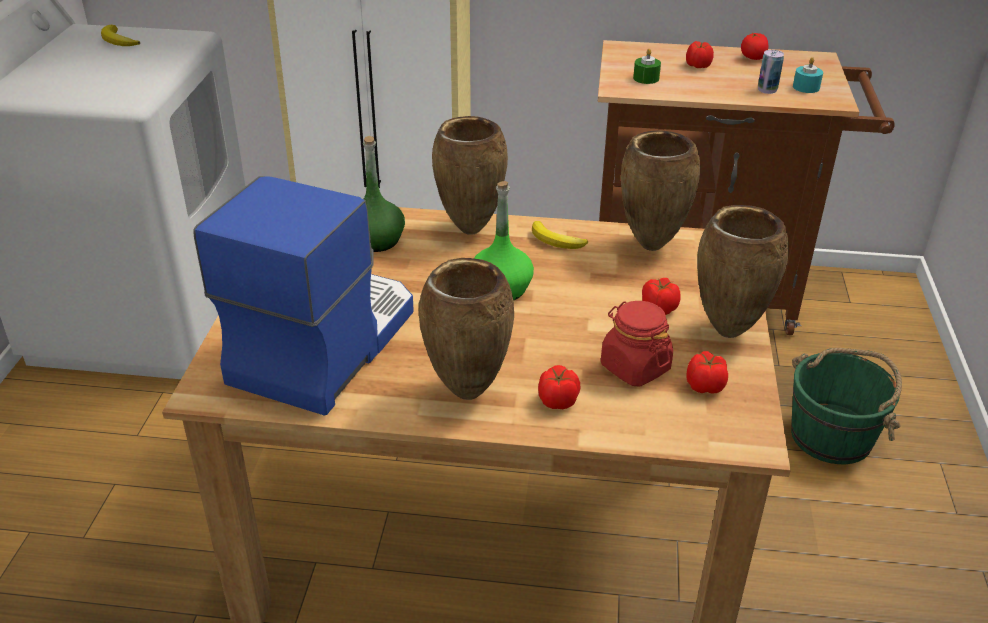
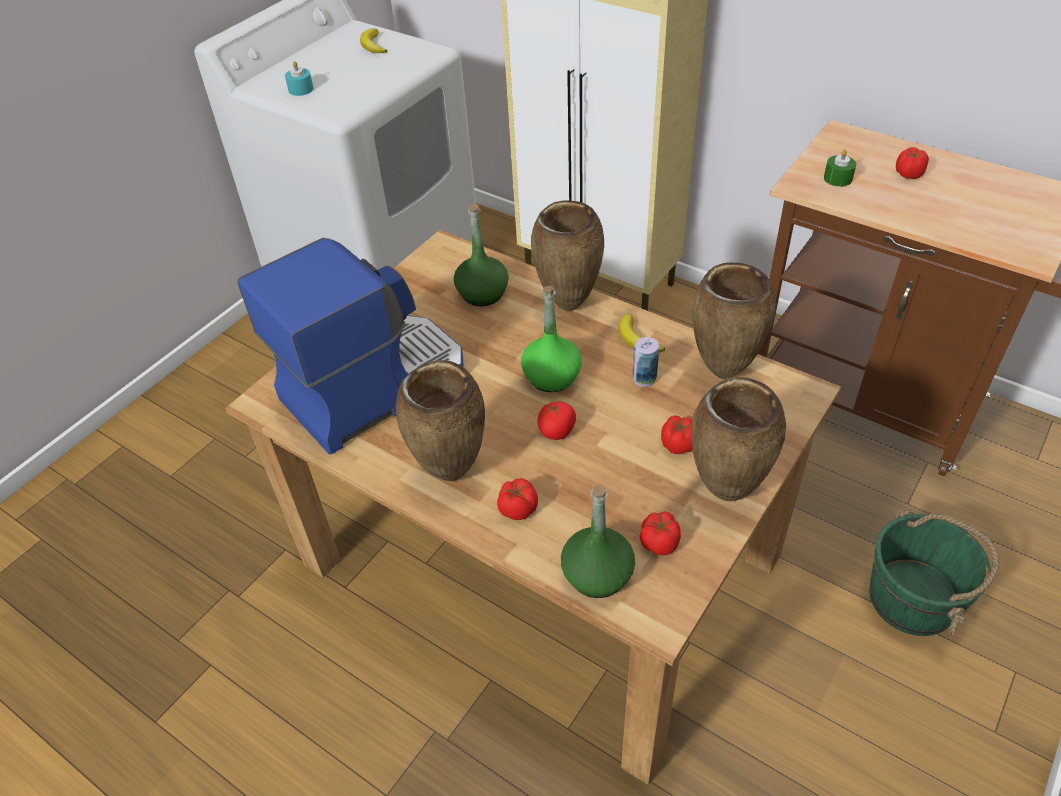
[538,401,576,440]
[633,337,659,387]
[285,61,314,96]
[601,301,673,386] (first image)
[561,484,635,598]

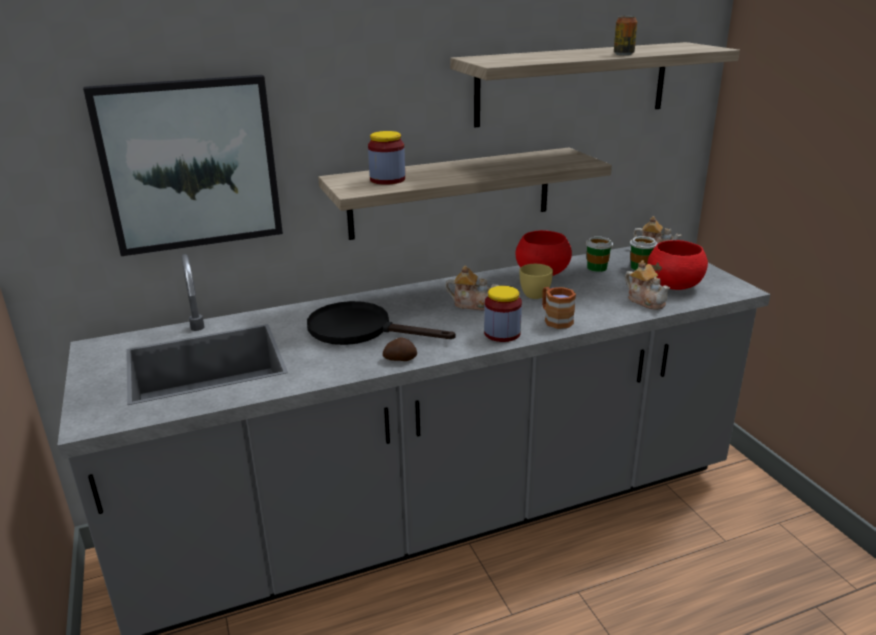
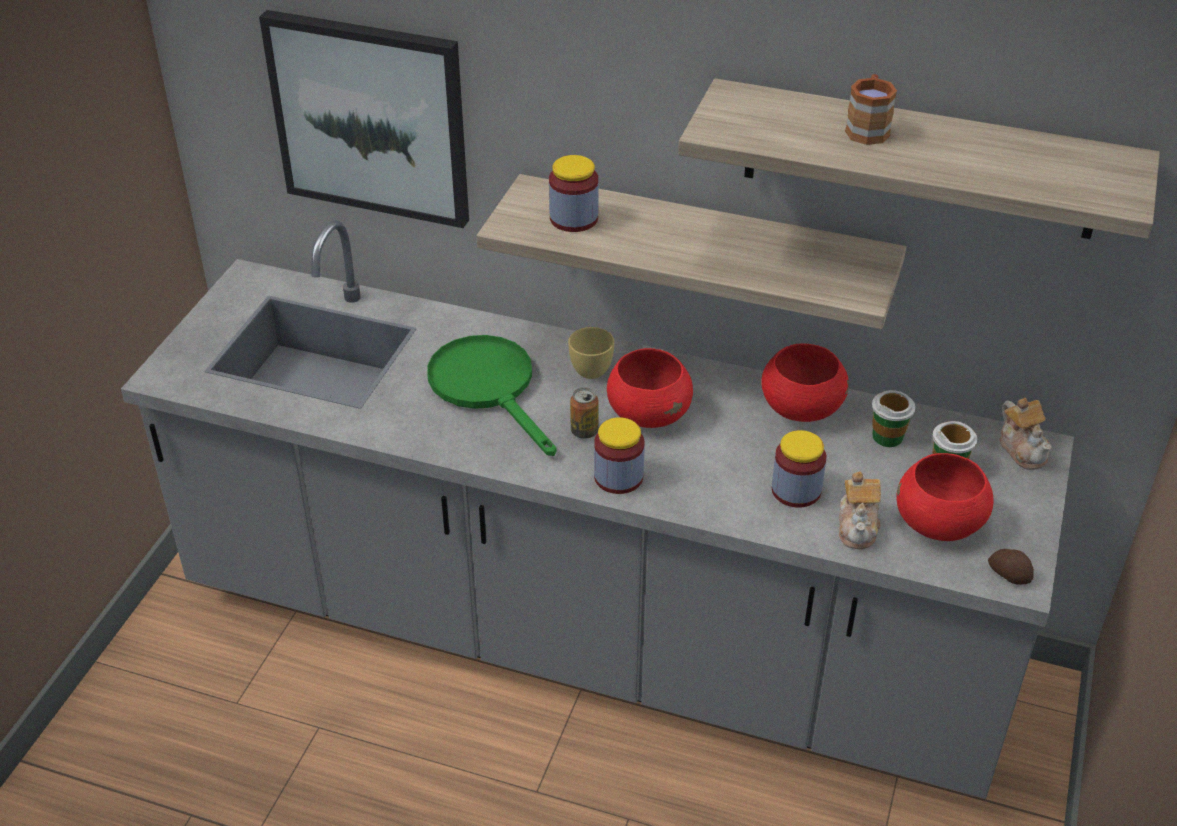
[570,388,599,439]
[568,327,614,379]
[607,348,693,428]
[845,74,897,145]
[427,335,556,456]
[988,549,1034,585]
[772,430,826,508]

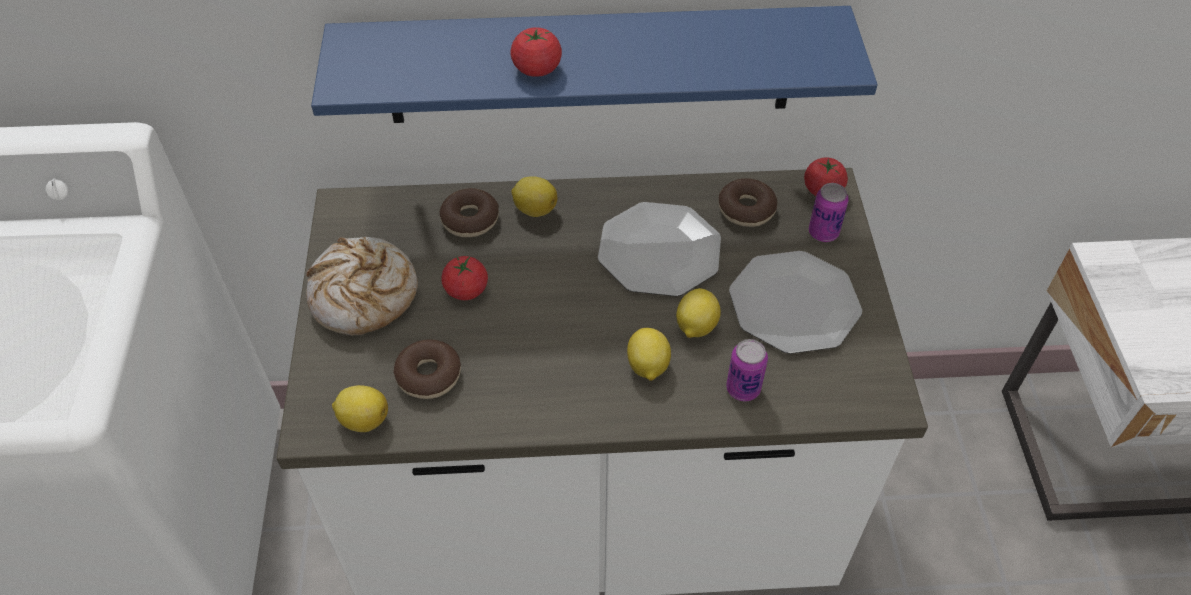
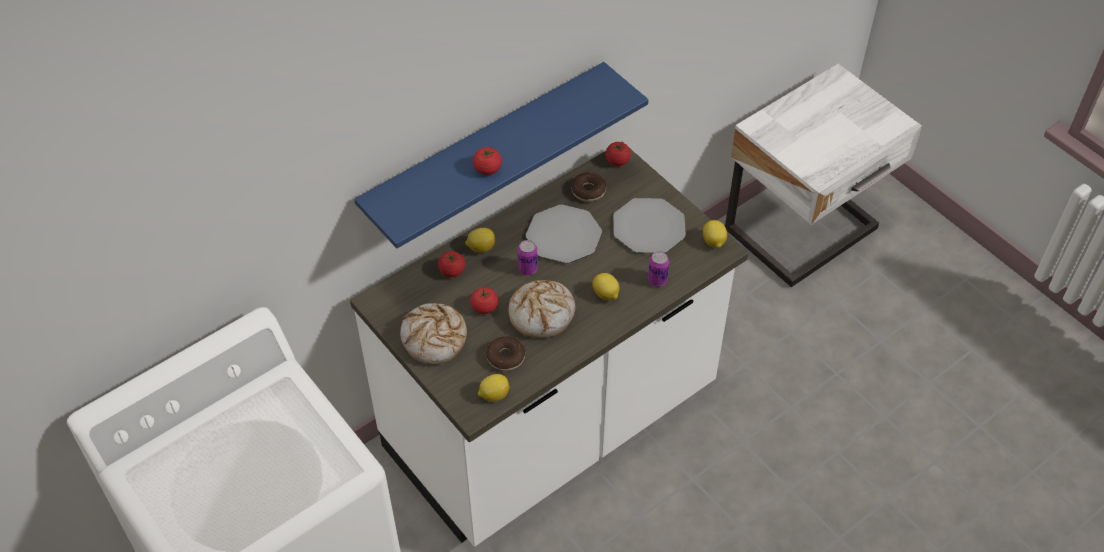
[518,240,538,275]
[438,251,465,277]
[703,220,727,248]
[508,280,575,338]

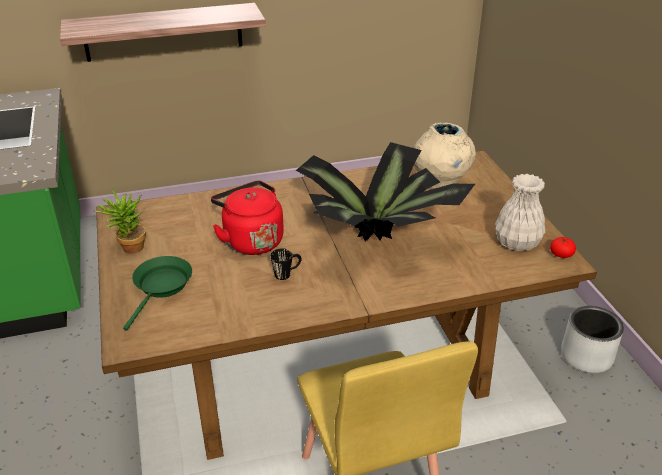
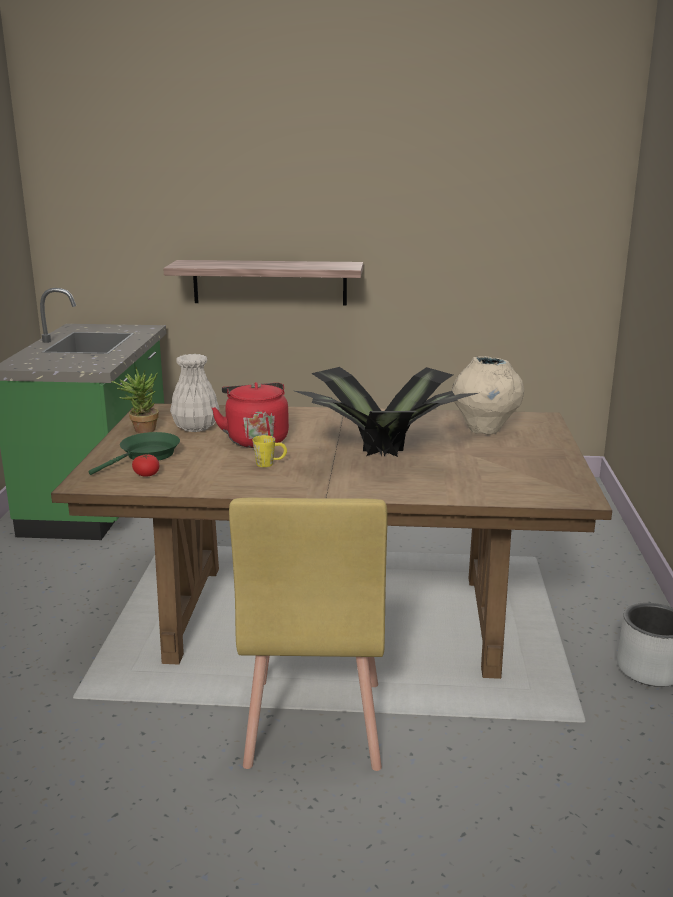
[170,354,220,432]
[132,454,159,477]
[253,435,287,467]

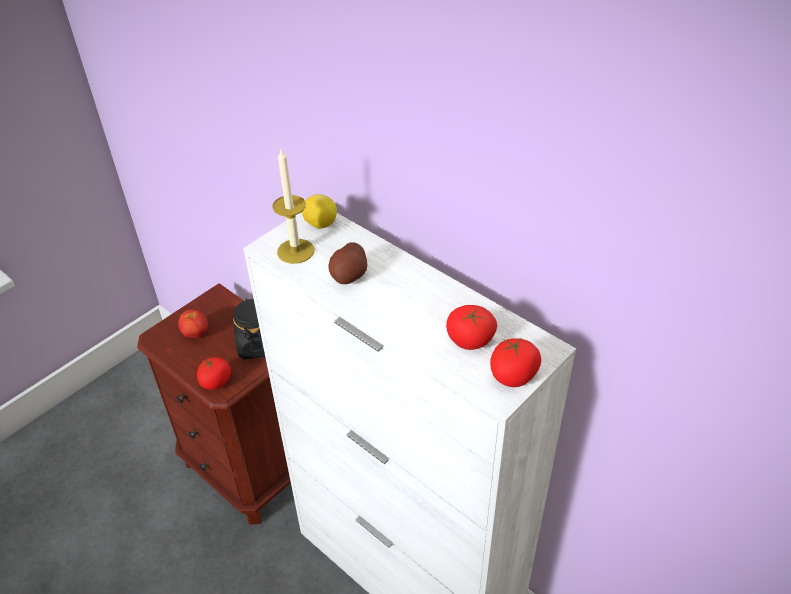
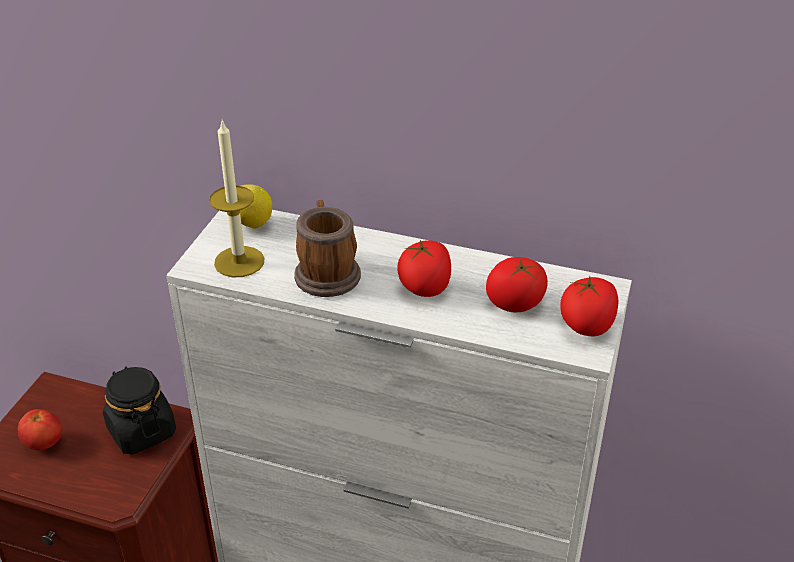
[294,200,361,297]
[397,240,451,297]

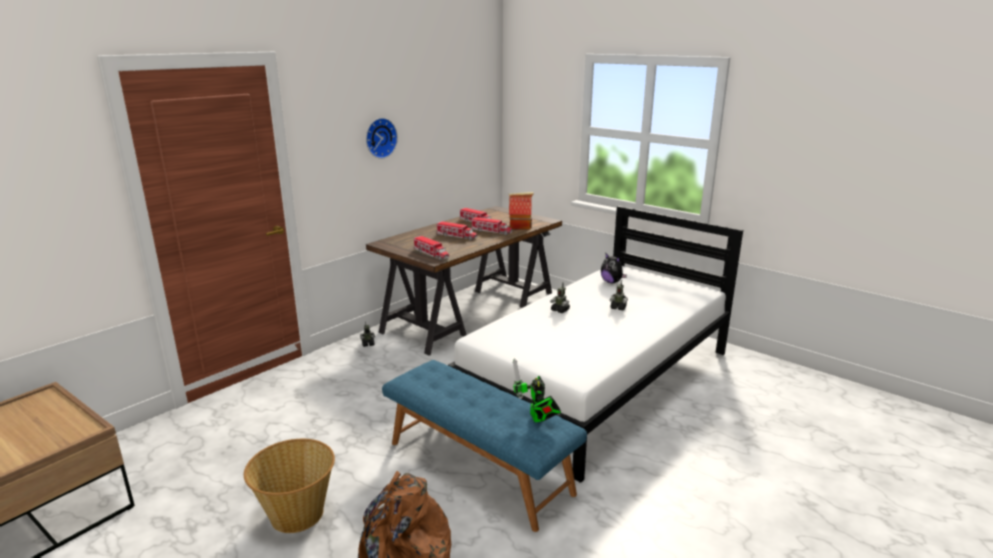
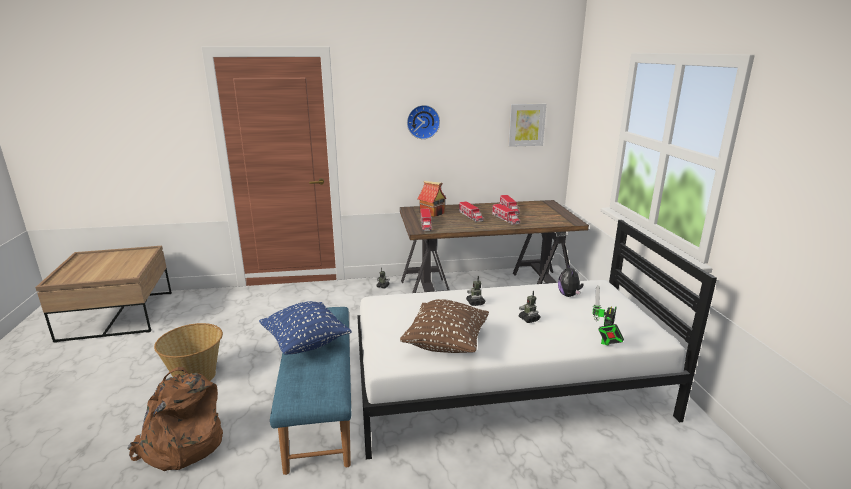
[418,181,447,217]
[592,286,624,346]
[508,104,546,147]
[400,299,489,353]
[259,301,352,355]

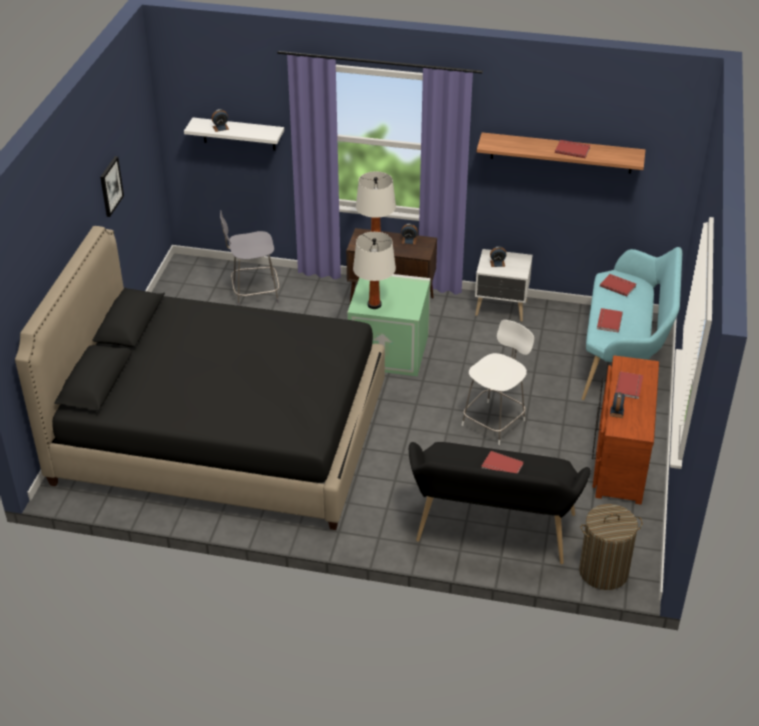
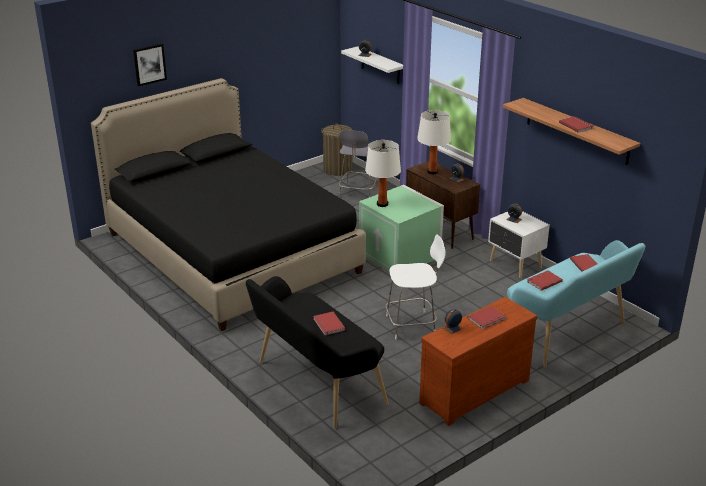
[133,44,167,86]
[339,130,378,197]
[321,124,352,176]

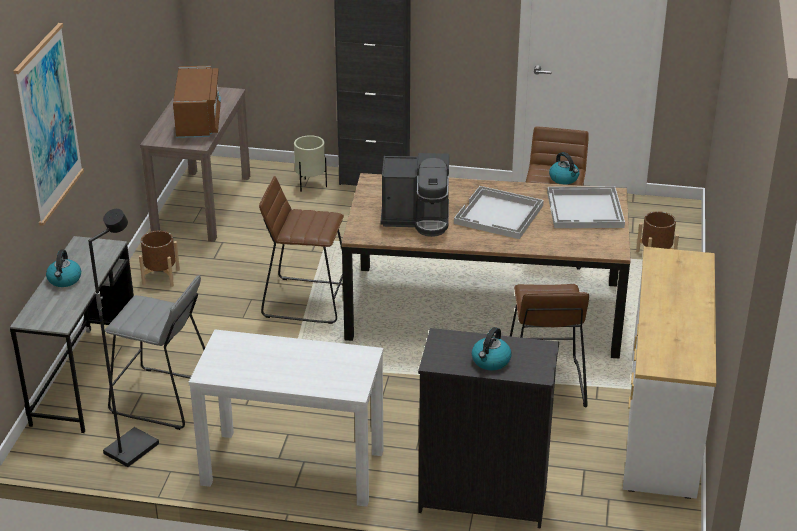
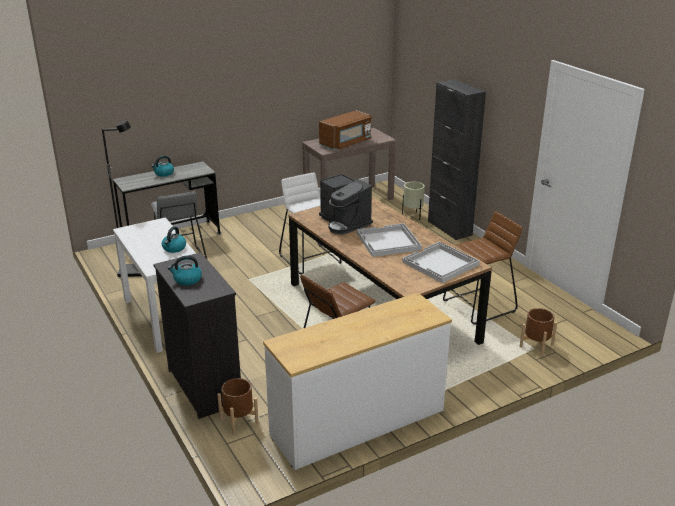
[13,23,84,226] (first image)
[162,226,186,253]
[279,172,341,275]
[217,378,259,434]

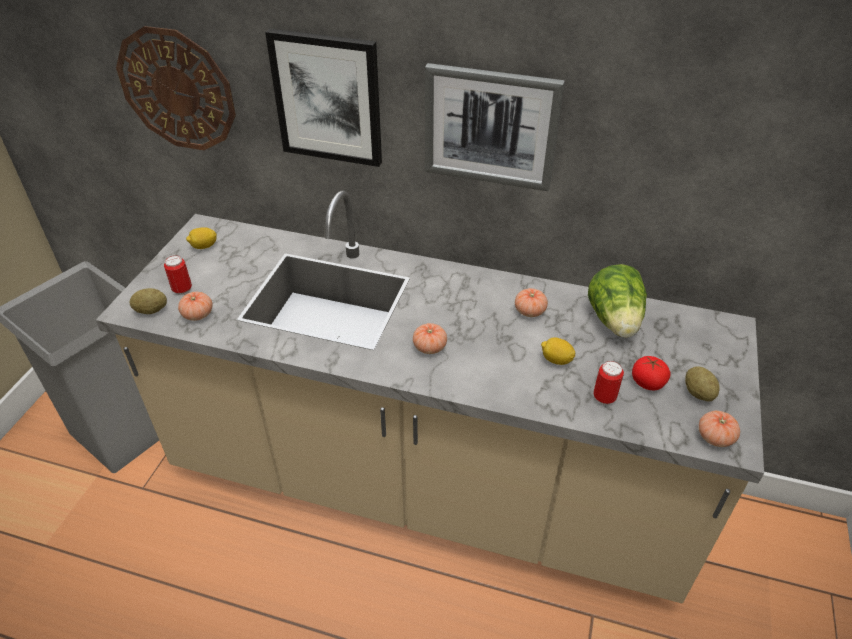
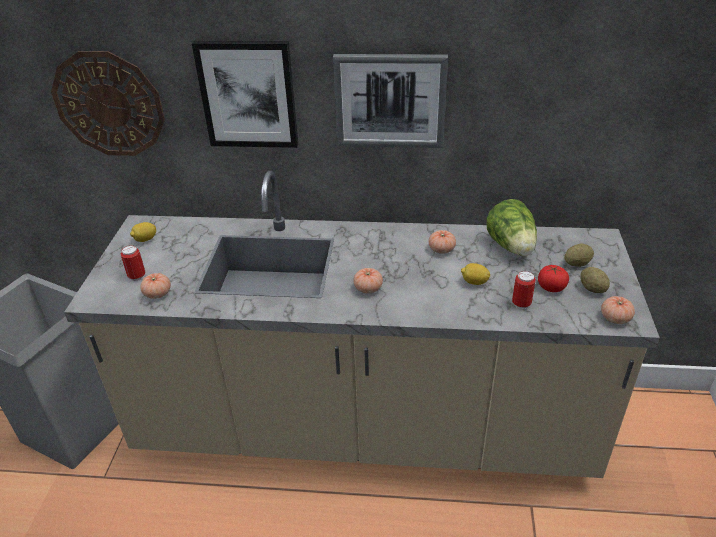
[564,244,594,267]

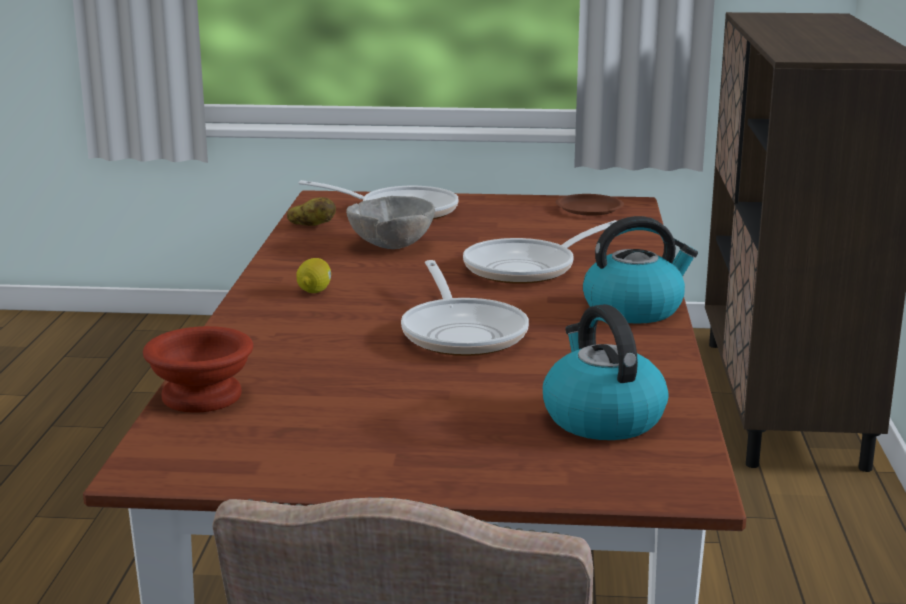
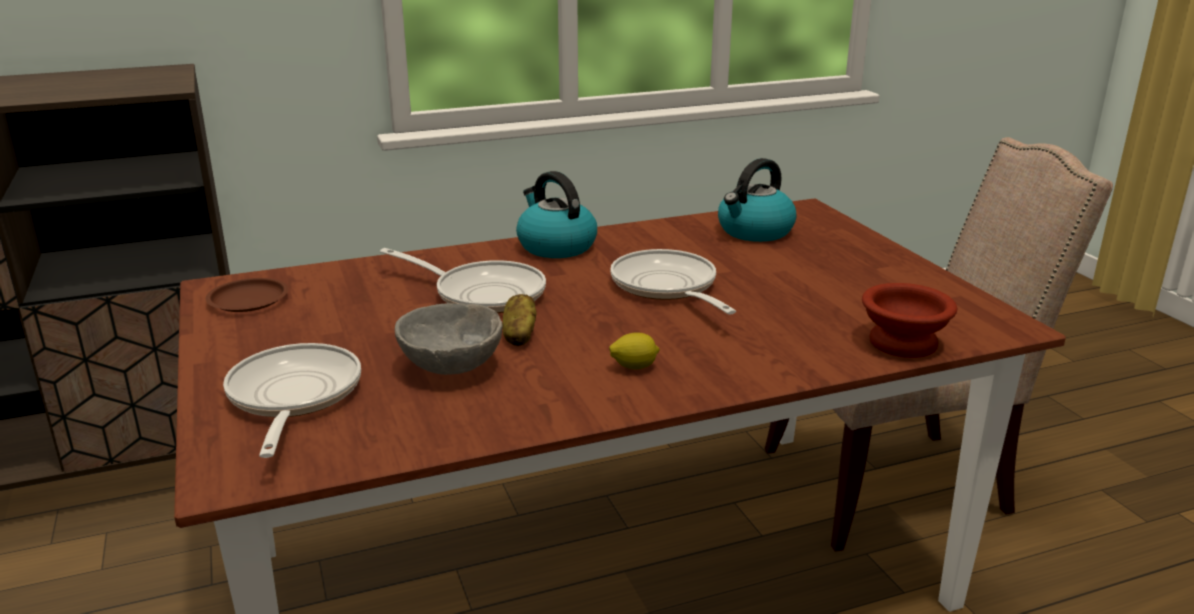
[502,294,537,346]
[610,249,736,315]

